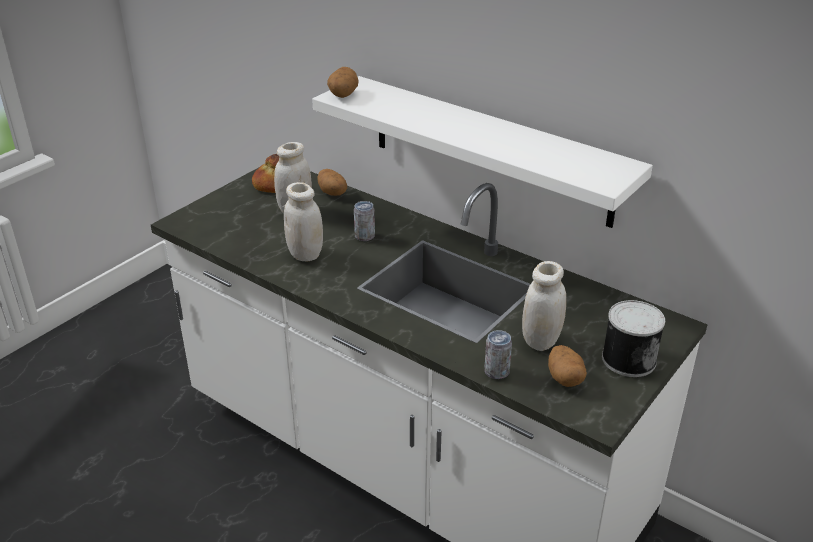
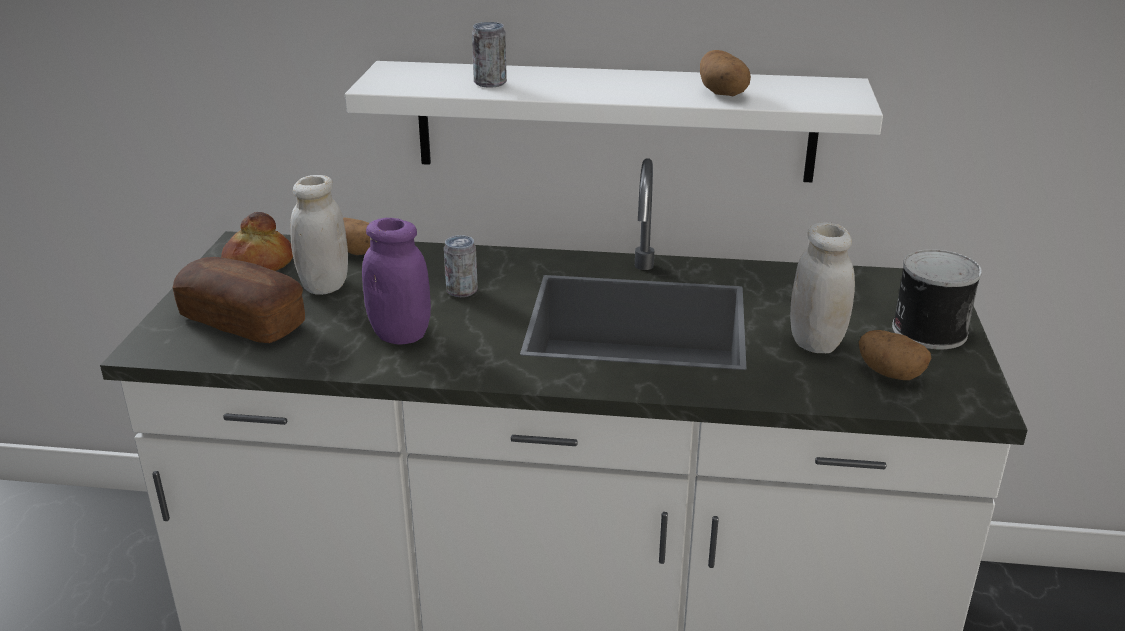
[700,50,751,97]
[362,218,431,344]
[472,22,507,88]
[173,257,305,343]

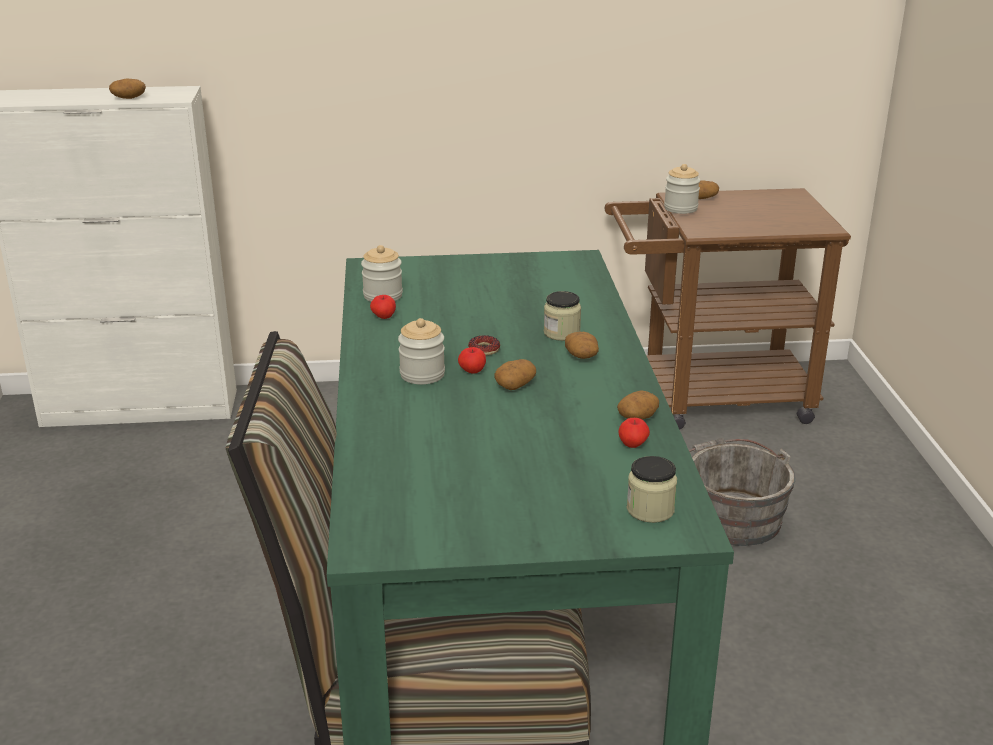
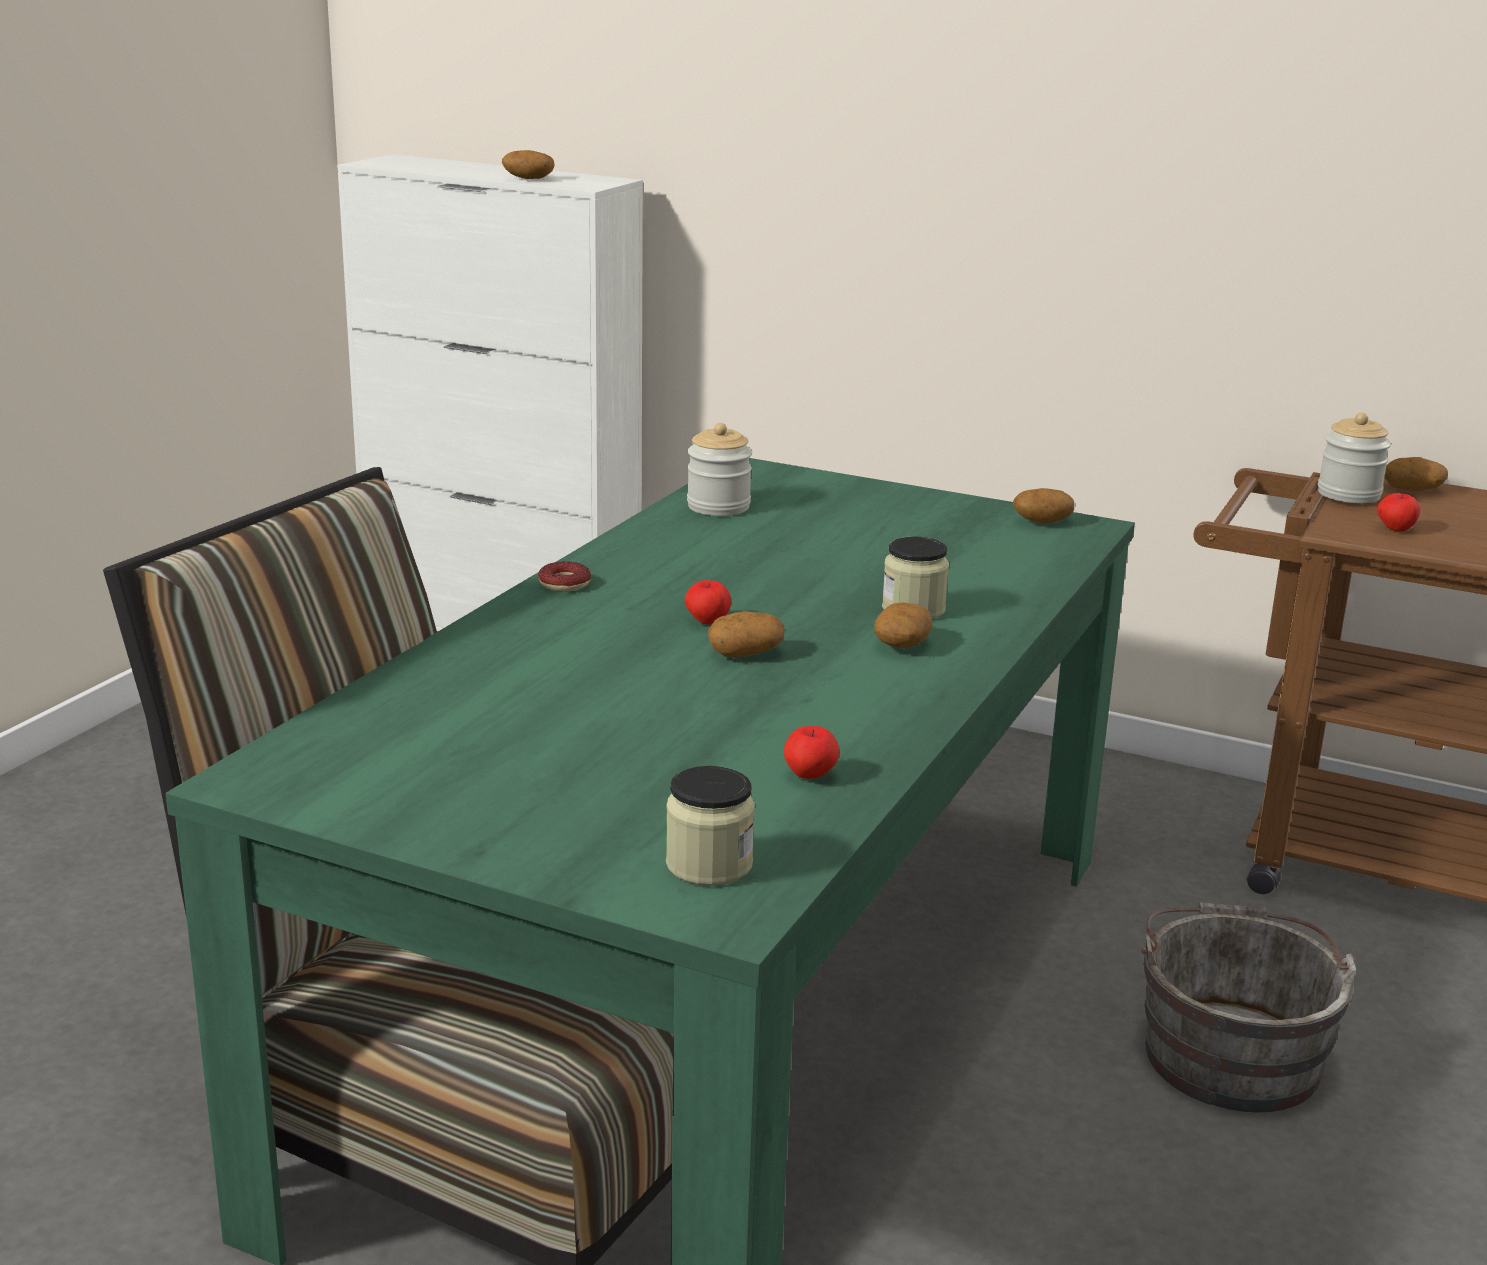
[1377,493,1420,531]
[398,318,445,384] (first image)
[538,561,591,592]
[1013,488,1074,524]

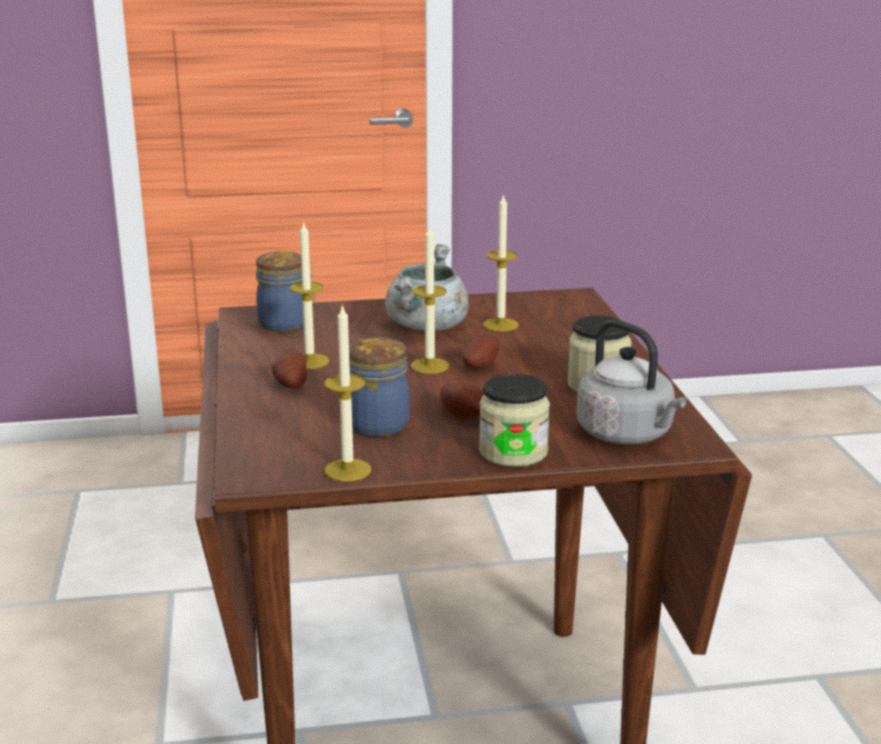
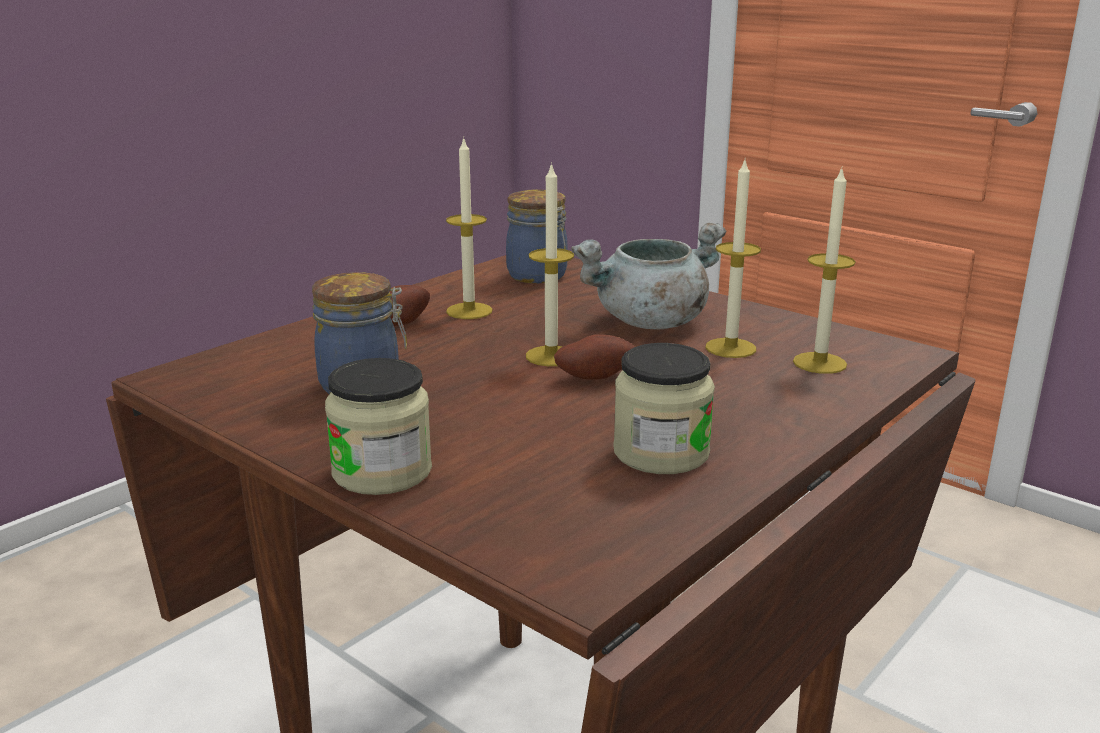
[793,166,856,374]
[577,320,686,445] (first image)
[440,383,484,419] (first image)

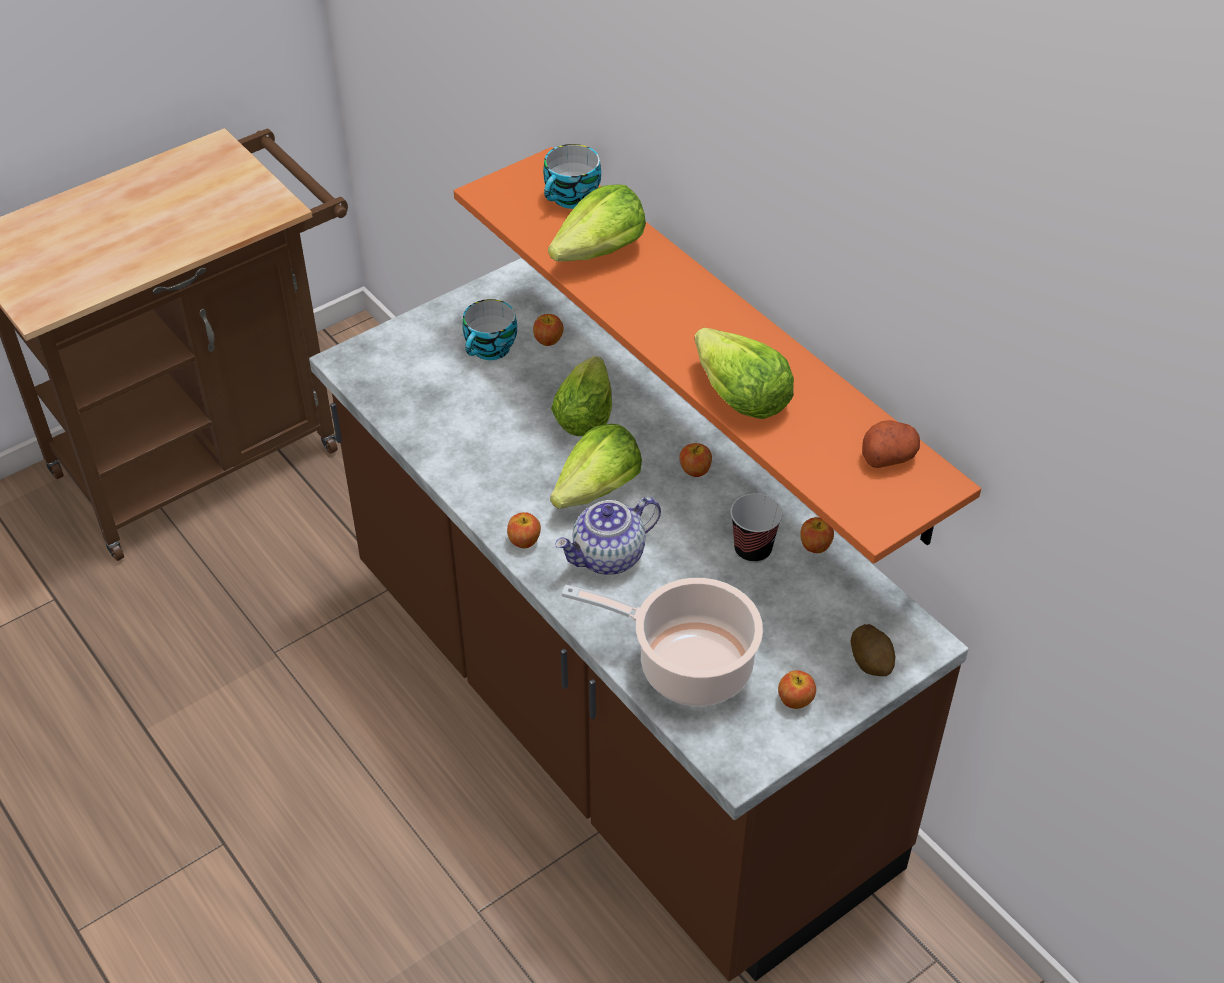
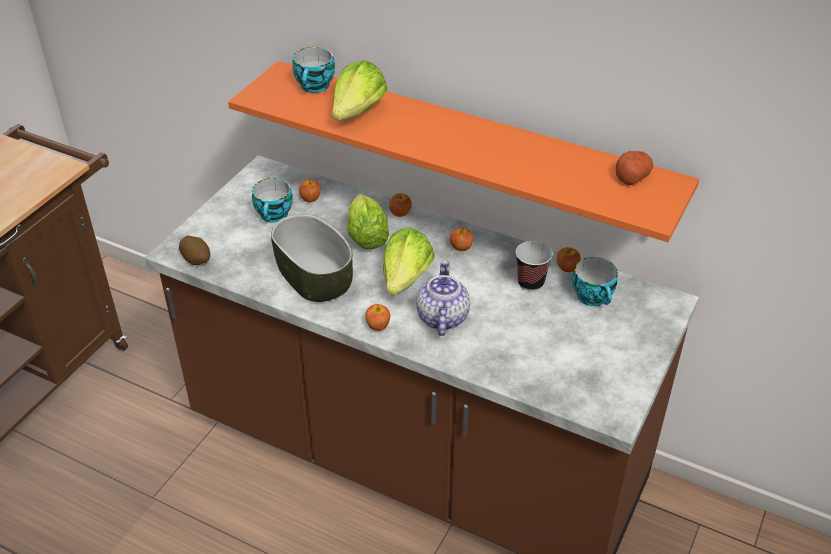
[694,327,794,419] (first image)
[416,260,470,336]
[561,578,763,706] (first image)
[179,236,210,265]
[389,193,412,217]
[271,214,353,302]
[572,257,618,306]

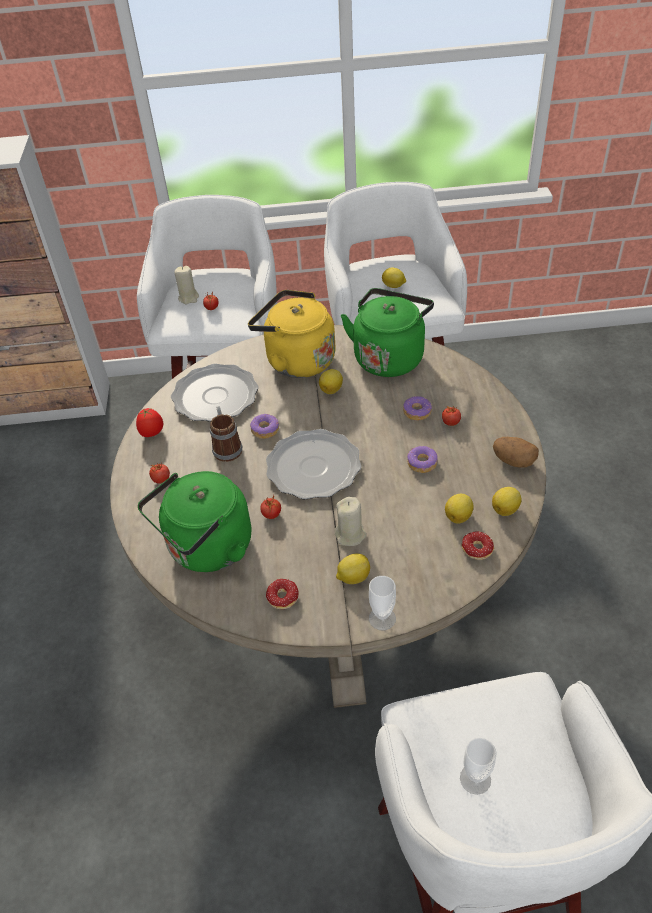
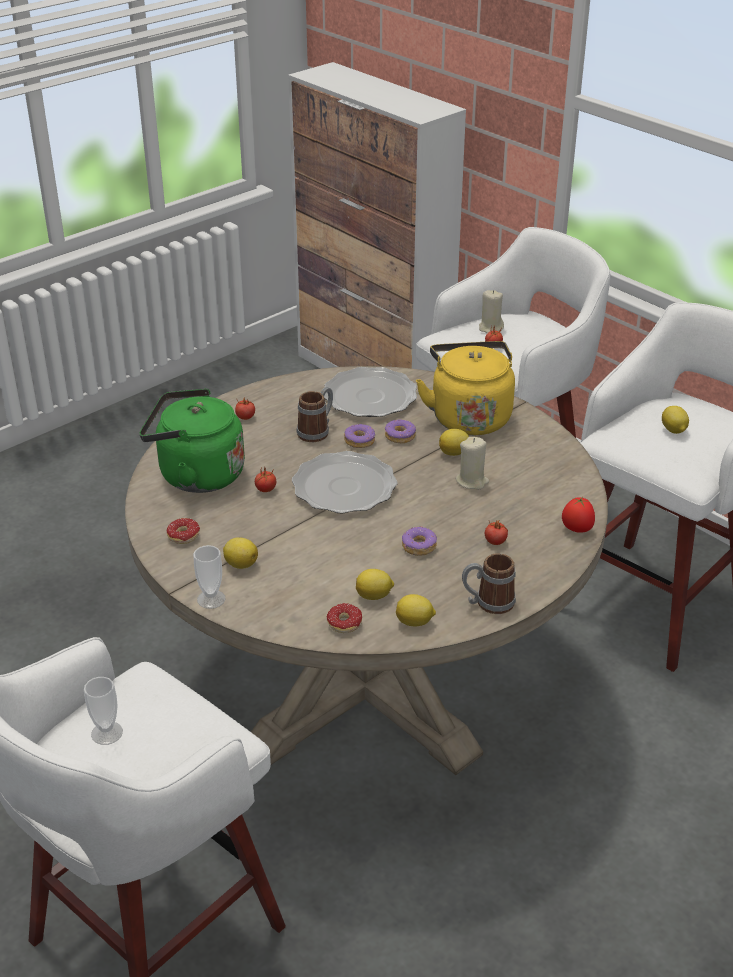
[341,288,434,377] (first image)
[385,420,416,443]
[562,497,595,533]
[462,553,516,614]
[455,437,489,489]

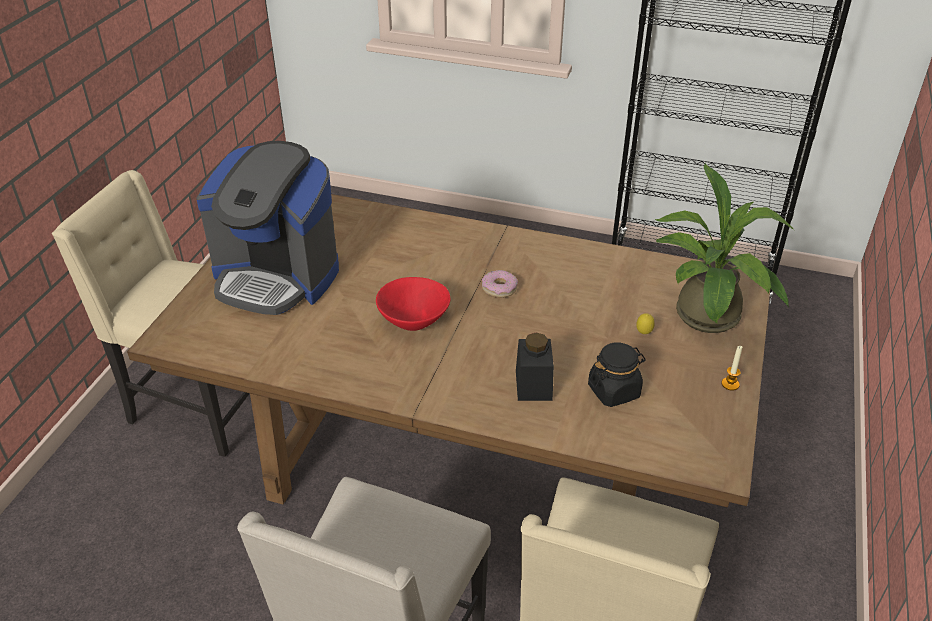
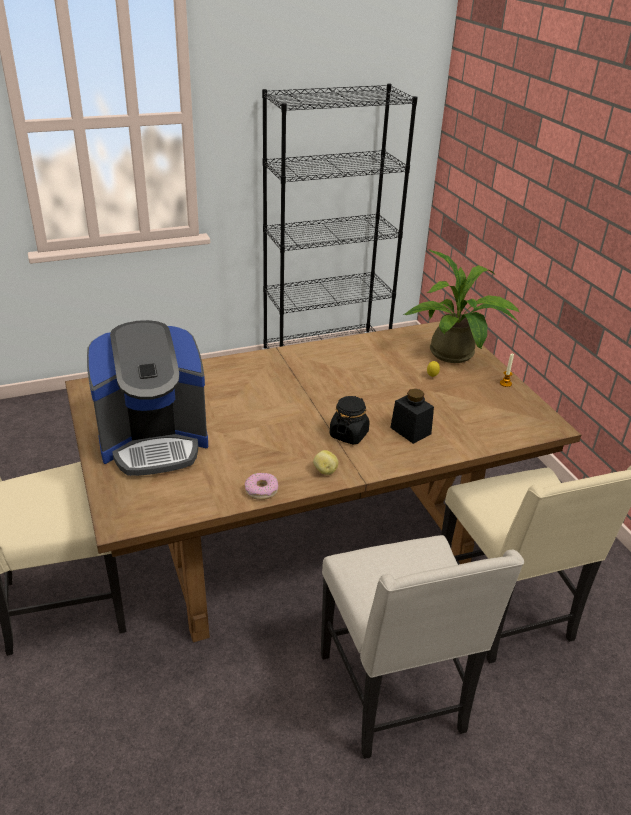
[244,473,278,500]
[376,277,451,331] (first image)
[330,396,370,445]
[313,450,338,475]

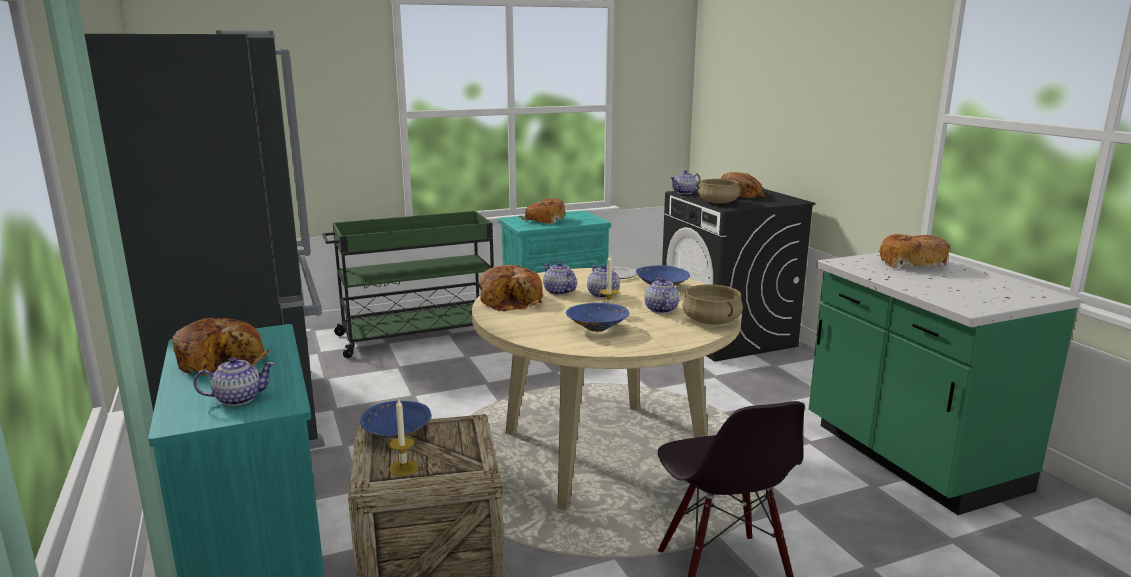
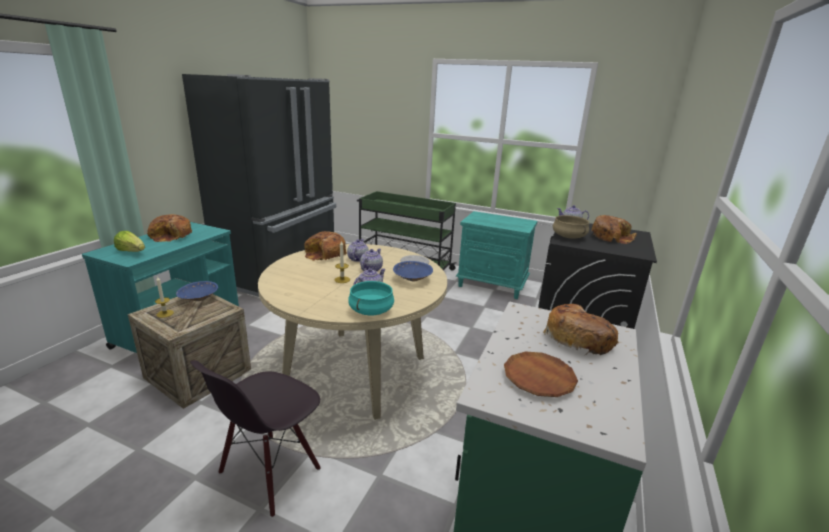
[519,198,565,224] (first image)
[348,281,394,315]
[565,303,629,332] (first image)
[114,231,145,252]
[504,351,578,397]

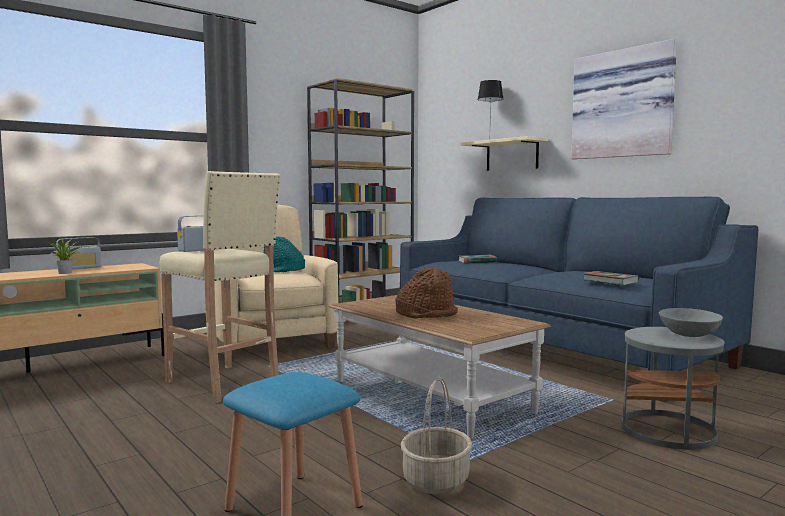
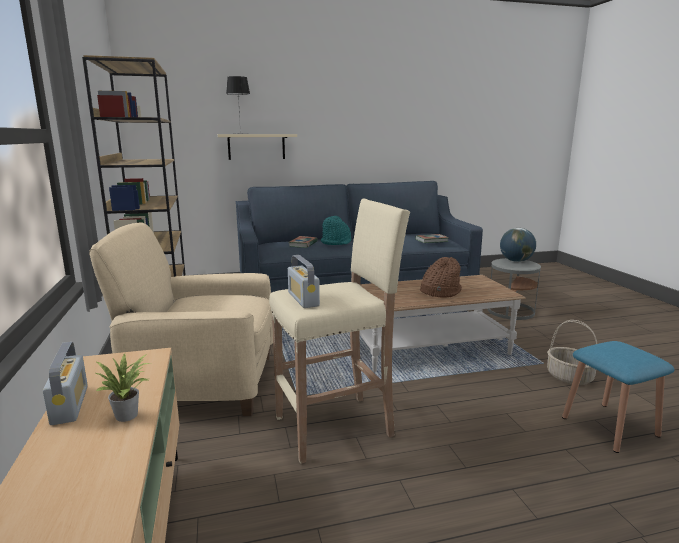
[571,39,677,159] (first image)
[321,216,352,245]
[500,228,536,262]

